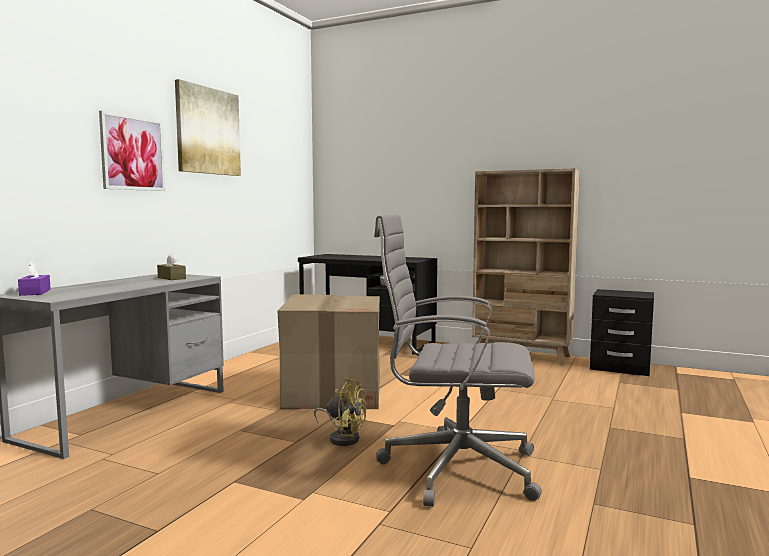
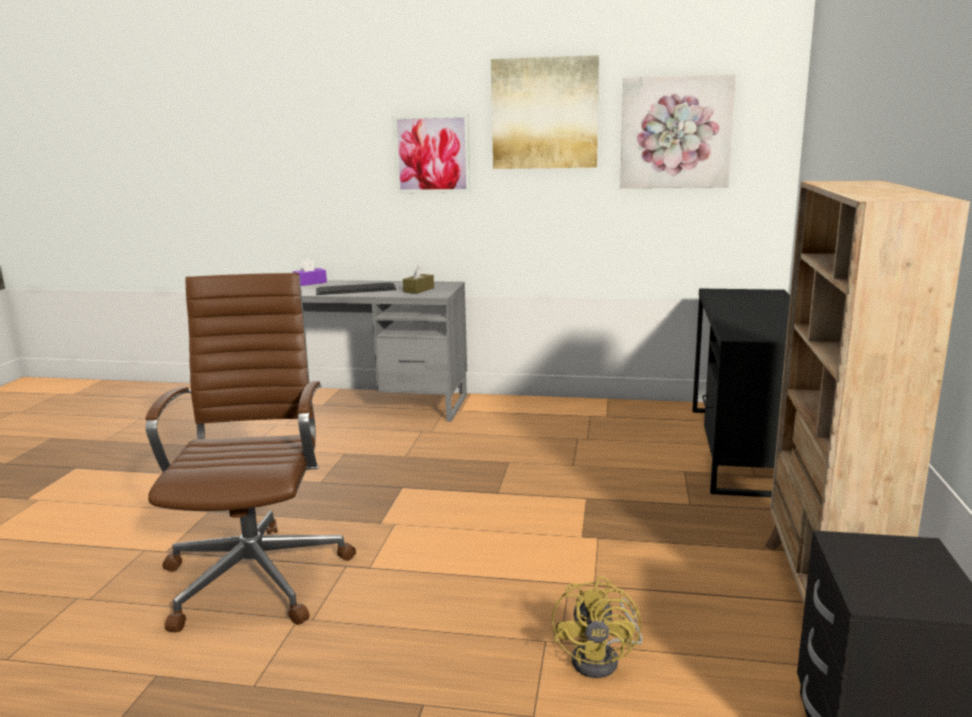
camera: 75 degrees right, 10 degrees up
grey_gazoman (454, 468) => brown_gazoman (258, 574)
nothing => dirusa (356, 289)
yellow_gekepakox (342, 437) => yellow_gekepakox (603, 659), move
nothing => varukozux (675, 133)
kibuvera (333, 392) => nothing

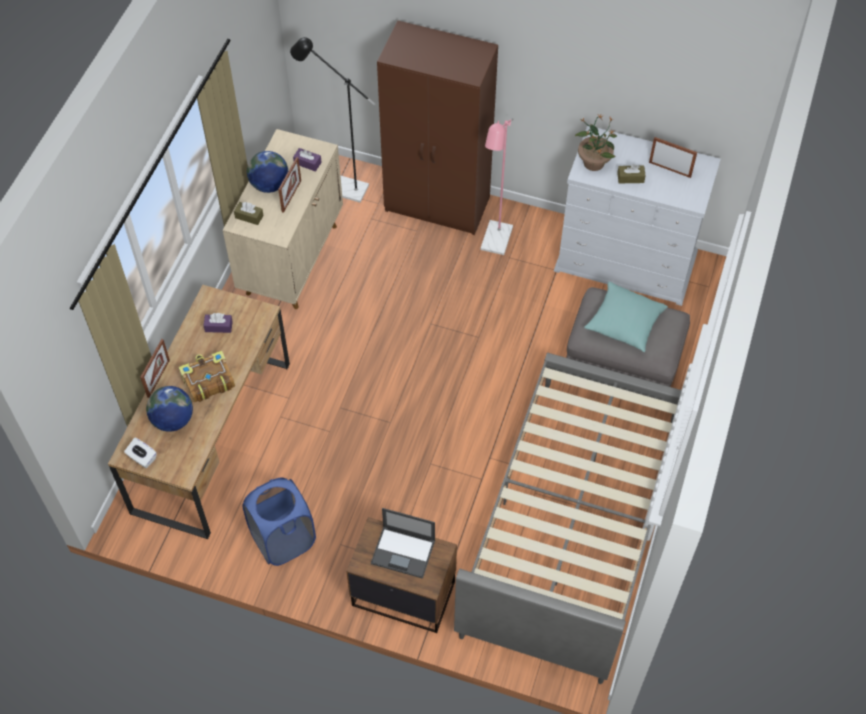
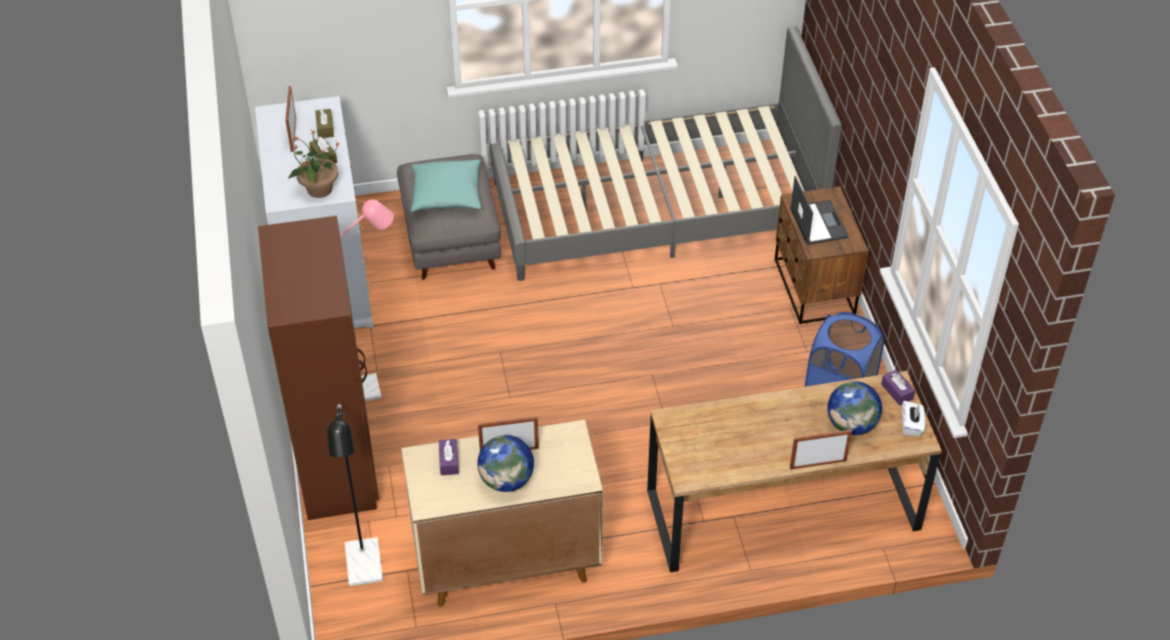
camera: 120 degrees left, 10 degrees down
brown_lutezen (249, 216) => brown_lutezen (325, 128), move
purple_lutezen (218, 326) => purple_lutezen (897, 391), move
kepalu (207, 381) => nothing

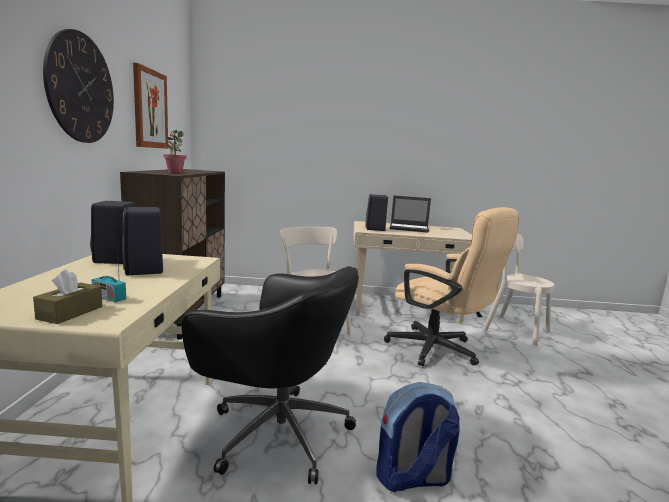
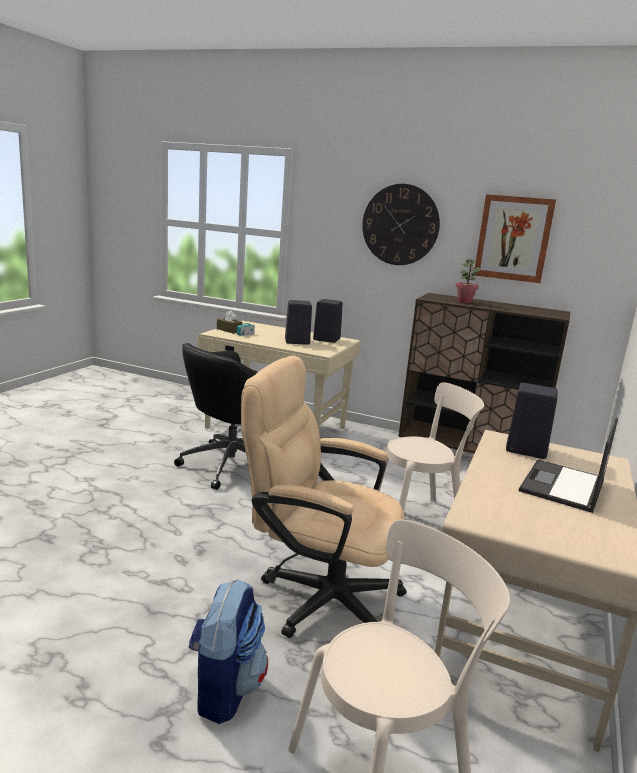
camera: 110 degrees right, 5 degrees up
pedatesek (412, 479) => pedatesek (224, 689), move
beige_gazoman (440, 351) => beige_gazoman (318, 596), 45 degrees clockwise

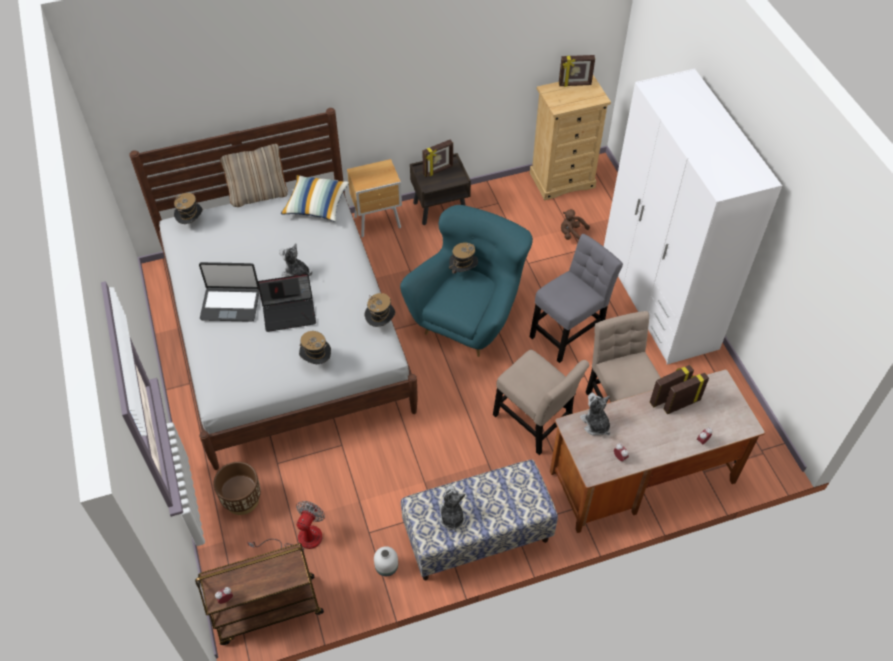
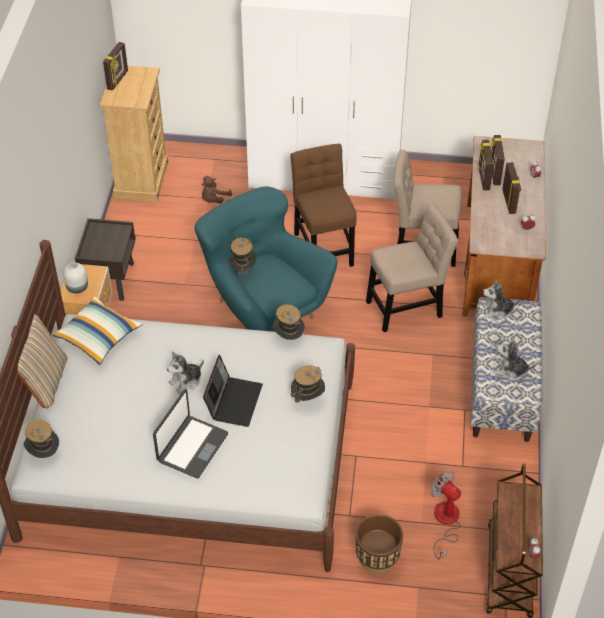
camera: 65 degrees left, 5 degrees down
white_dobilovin (387, 566) => white_dobilovin (77, 287), move
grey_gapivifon (569, 331) => brown_gapivifon (323, 246)
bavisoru (595, 424) => bavisoru (497, 311), move
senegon (438, 170) => senegon (509, 201), move

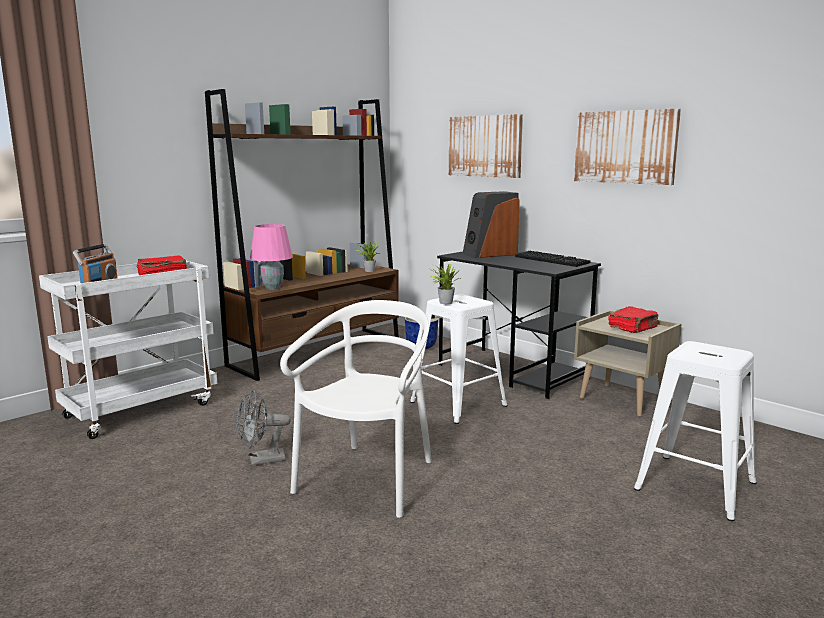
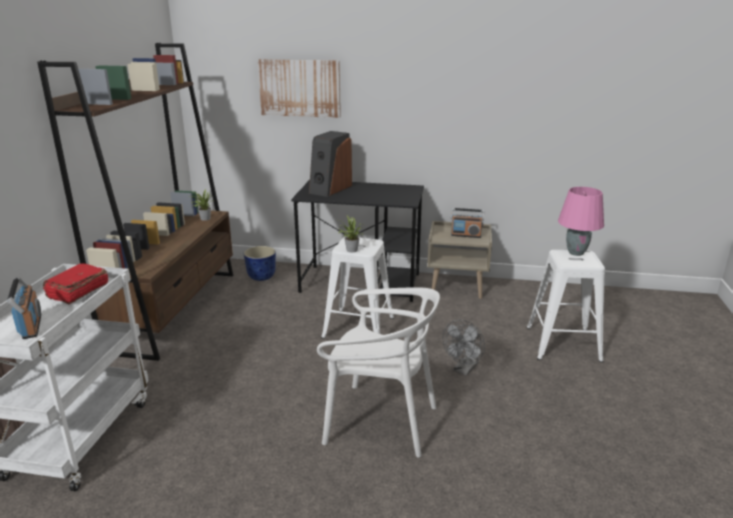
camera: 35 degrees left, 10 degrees up
white_gapivifon (368, 479) => white_gapivifon (380, 422), 120 degrees clockwise
grey_gekepakox (261, 460) => grey_gekepakox (463, 370), move
red_kepalu (633, 328) => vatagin (466, 235)
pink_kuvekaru (273, 288) => pink_kuvekaru (576, 252), move
dirusa (553, 260) => nothing
varukozux (625, 147) => nothing

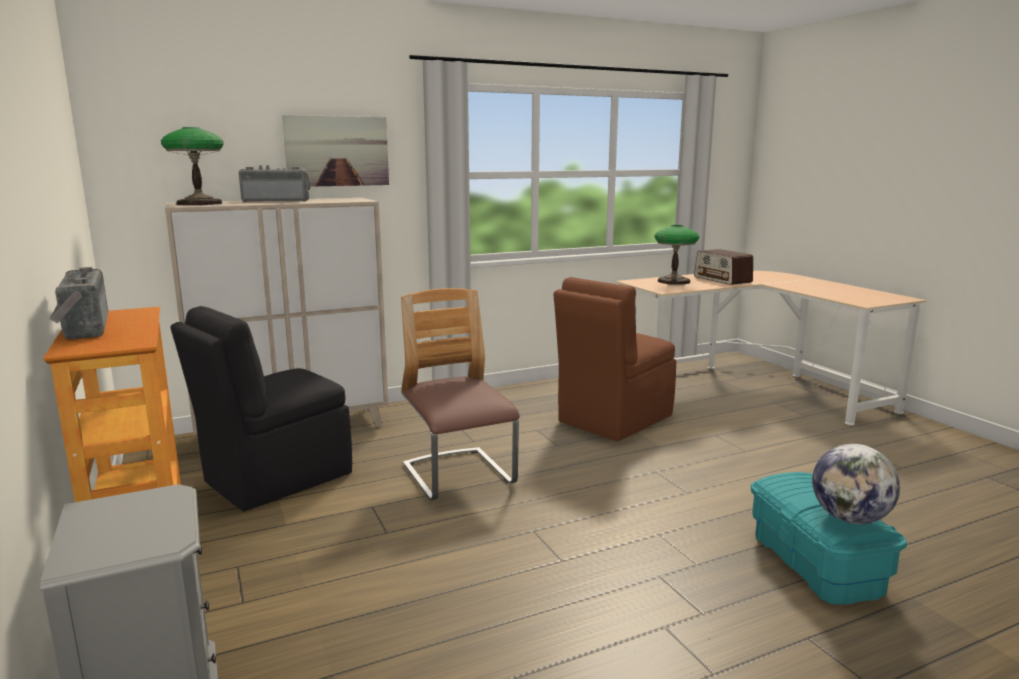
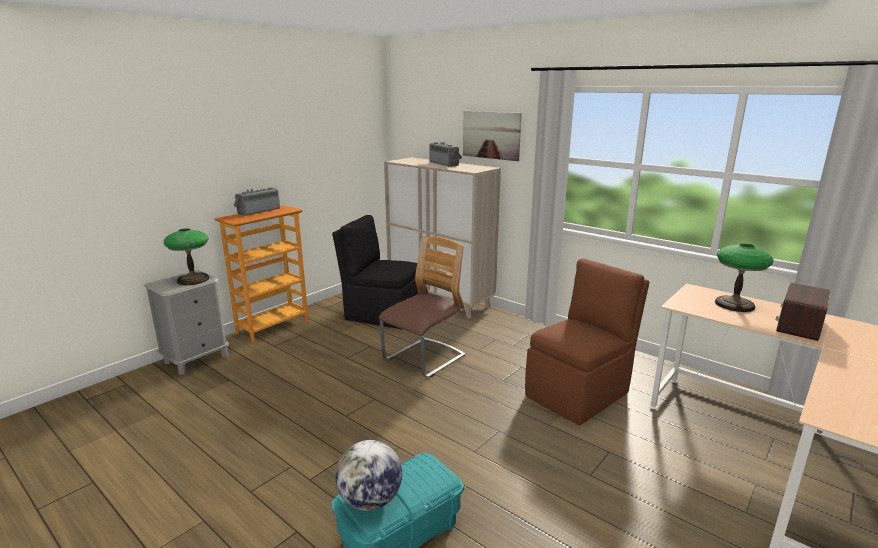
camera: 65 degrees right, 5 degrees up
kuvekaru (199, 203) => kuvekaru (193, 279), move
brown_gapivifon (613, 419) => brown_gapivifon (579, 393), 120 degrees clockwise

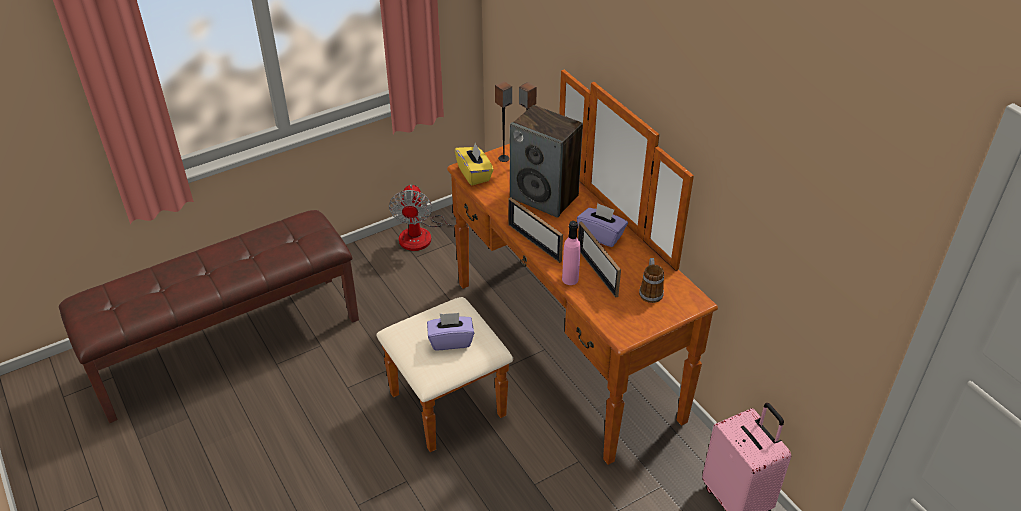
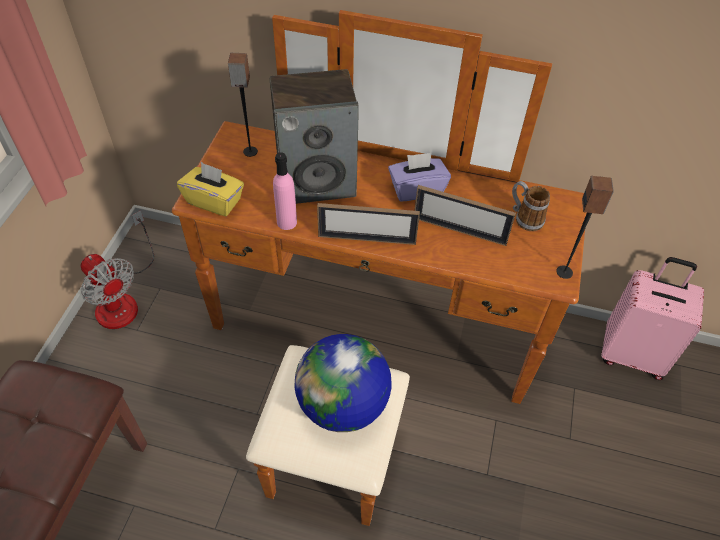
camera: 45 degrees left, 10 degrees up
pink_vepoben (570, 279) => pink_vepoben (287, 222), move
purple_lutezen (451, 341) => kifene (343, 405)
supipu (504, 158) => supipu (564, 272), move

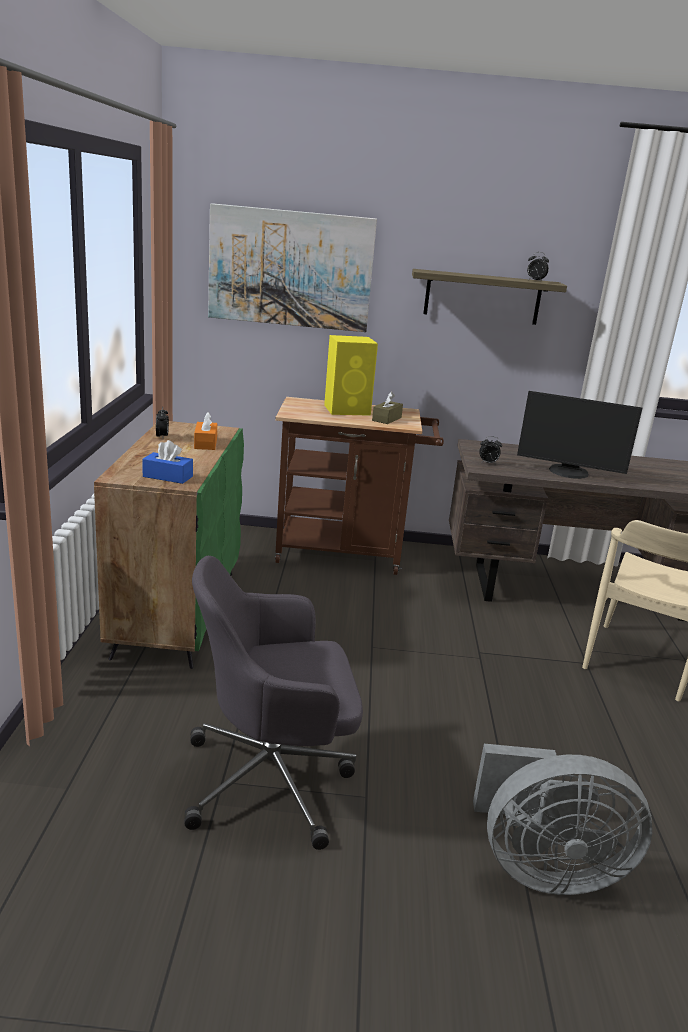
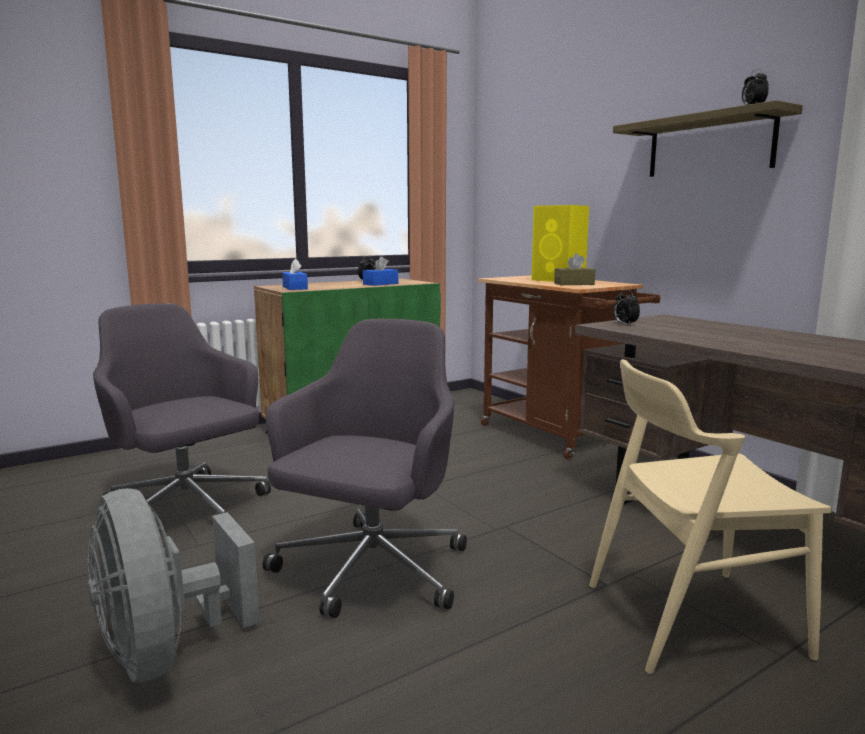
camera: 55 degrees right, 10 degrees down
nothing => grey_gazoman (370, 571)
orange_lutezen (205, 443) => blue_lutezen (380, 284)
varukozux (290, 268) => nothing
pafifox (568, 472) => nothing

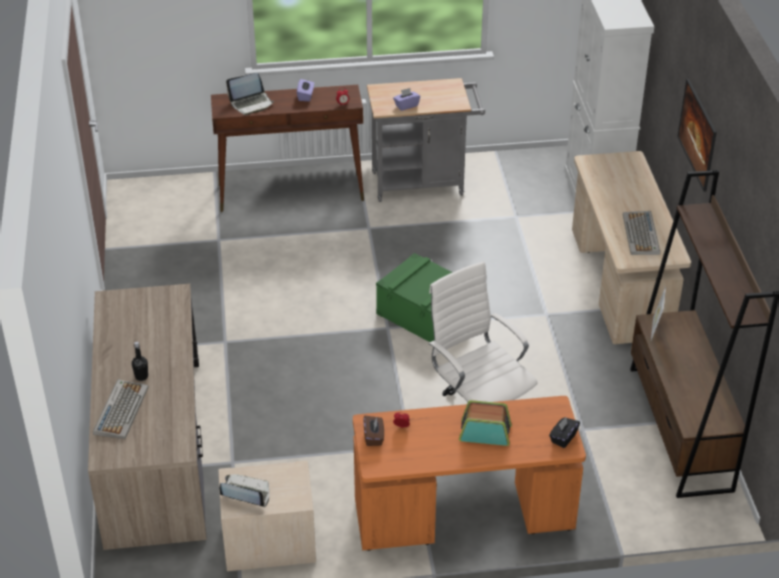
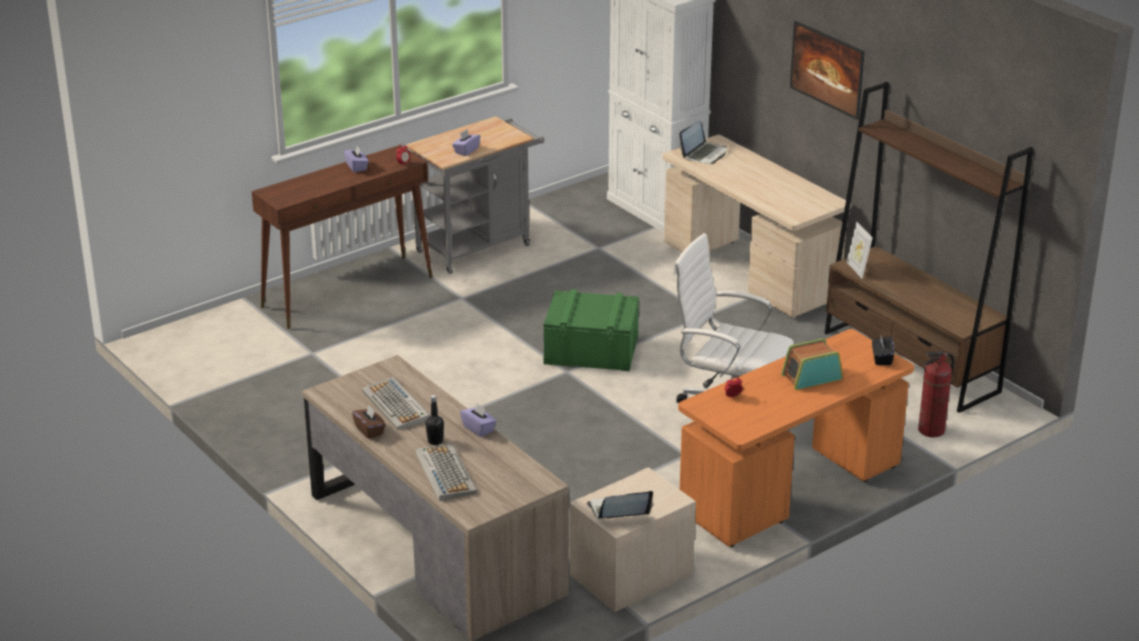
camera: 30 degrees left, 10 degrees down
brown_lutezen (374, 437) => brown_lutezen (369, 430), move
dirusa (641, 234) => dirusa (397, 405), move
nothing => purple_lutezen (479, 429)
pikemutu (251, 103) => pikemutu (704, 154), move
nothing => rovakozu (931, 430)

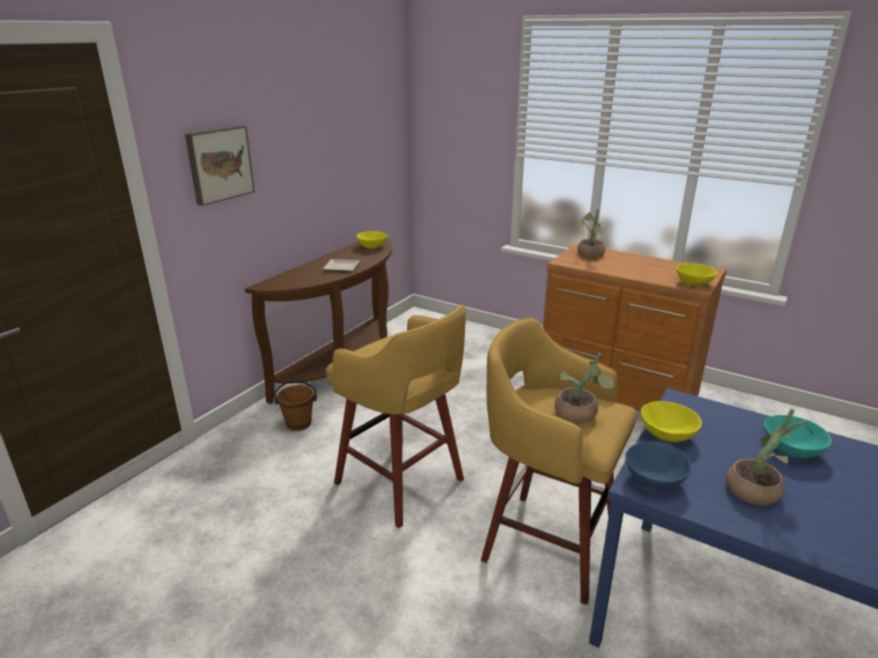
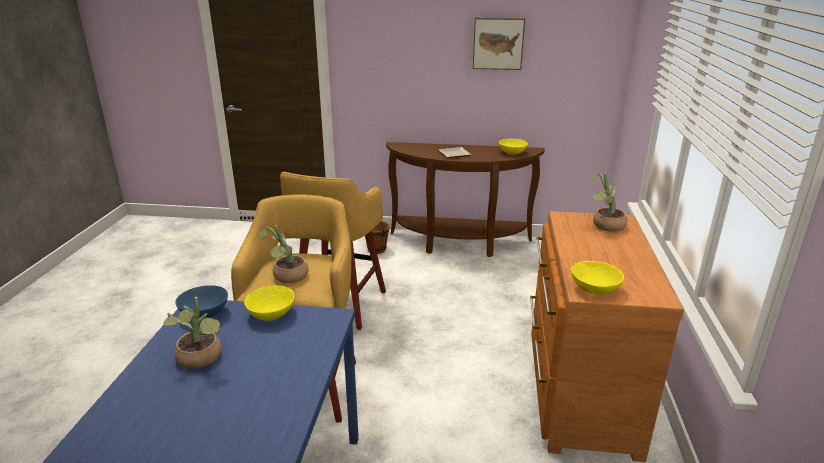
camera: 65 degrees right, 0 degrees up
varukozux (219, 164) => varukozux (498, 43), move
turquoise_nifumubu (791, 449) => nothing

